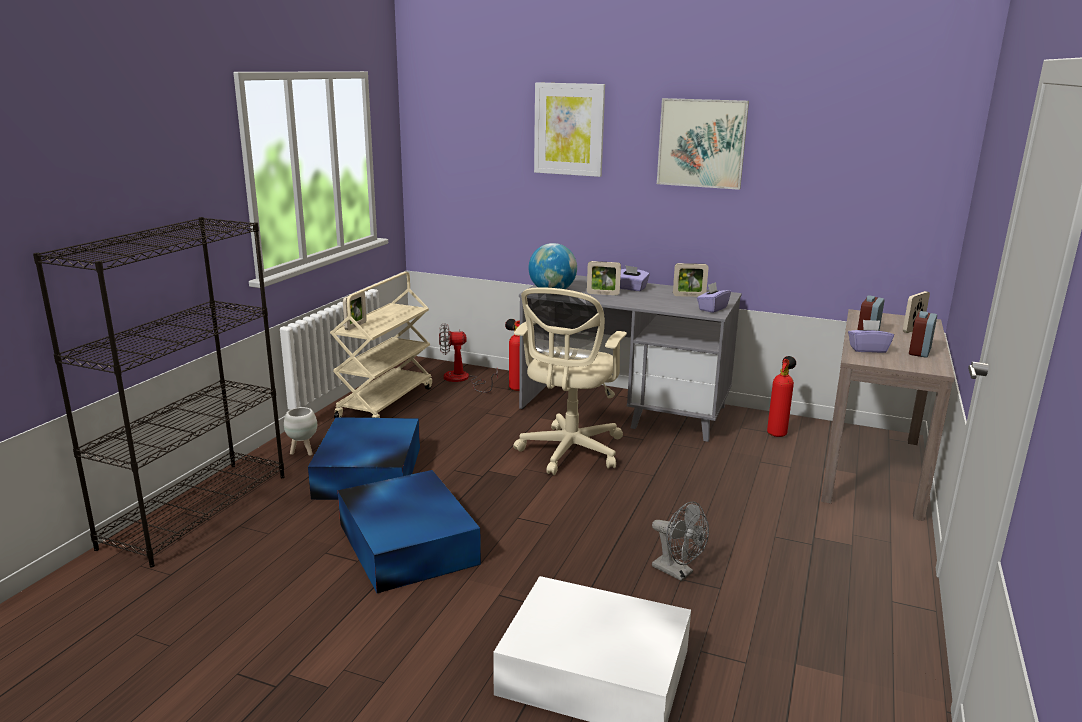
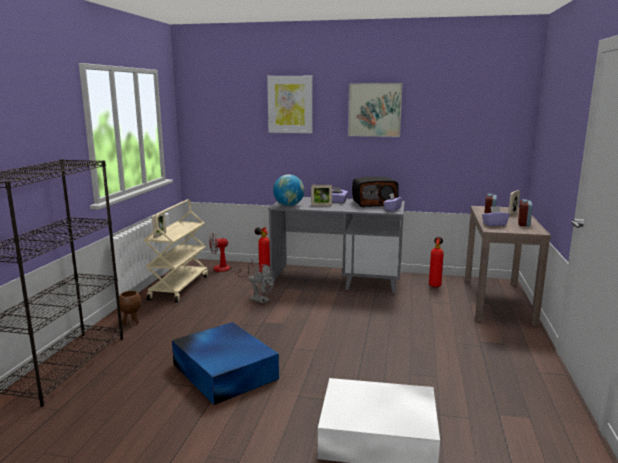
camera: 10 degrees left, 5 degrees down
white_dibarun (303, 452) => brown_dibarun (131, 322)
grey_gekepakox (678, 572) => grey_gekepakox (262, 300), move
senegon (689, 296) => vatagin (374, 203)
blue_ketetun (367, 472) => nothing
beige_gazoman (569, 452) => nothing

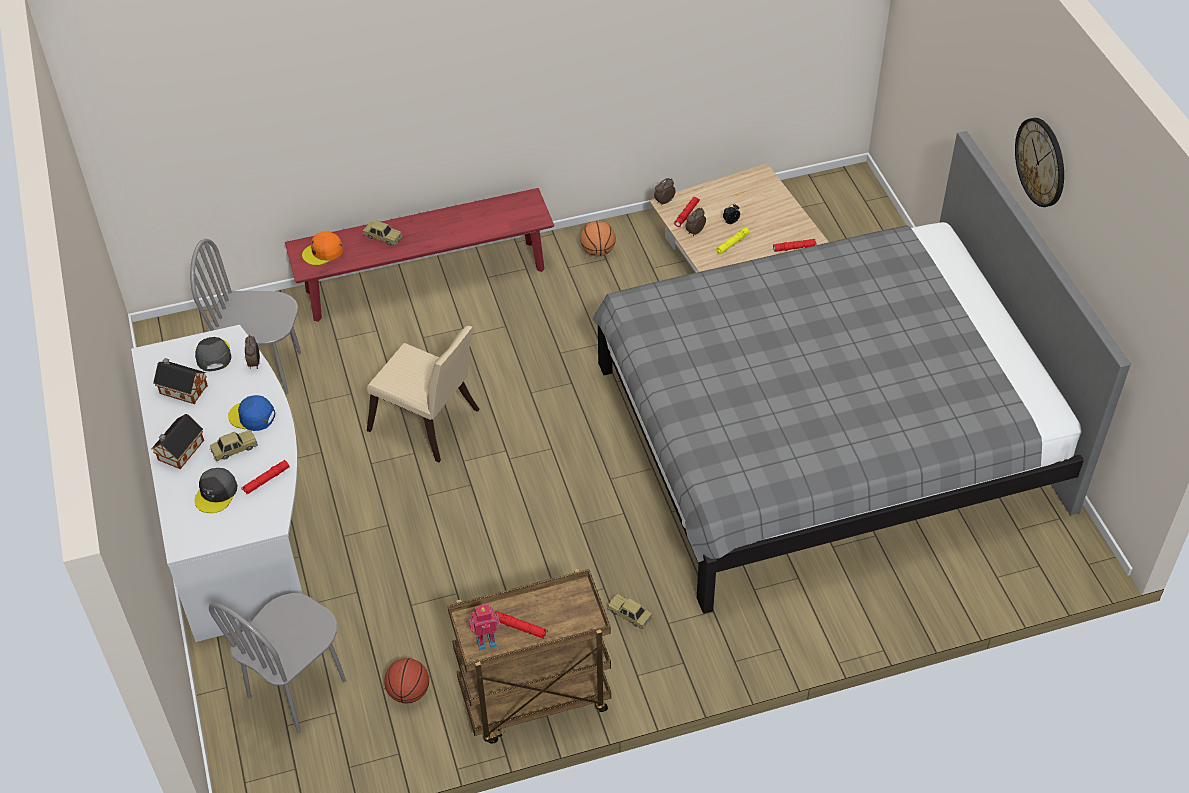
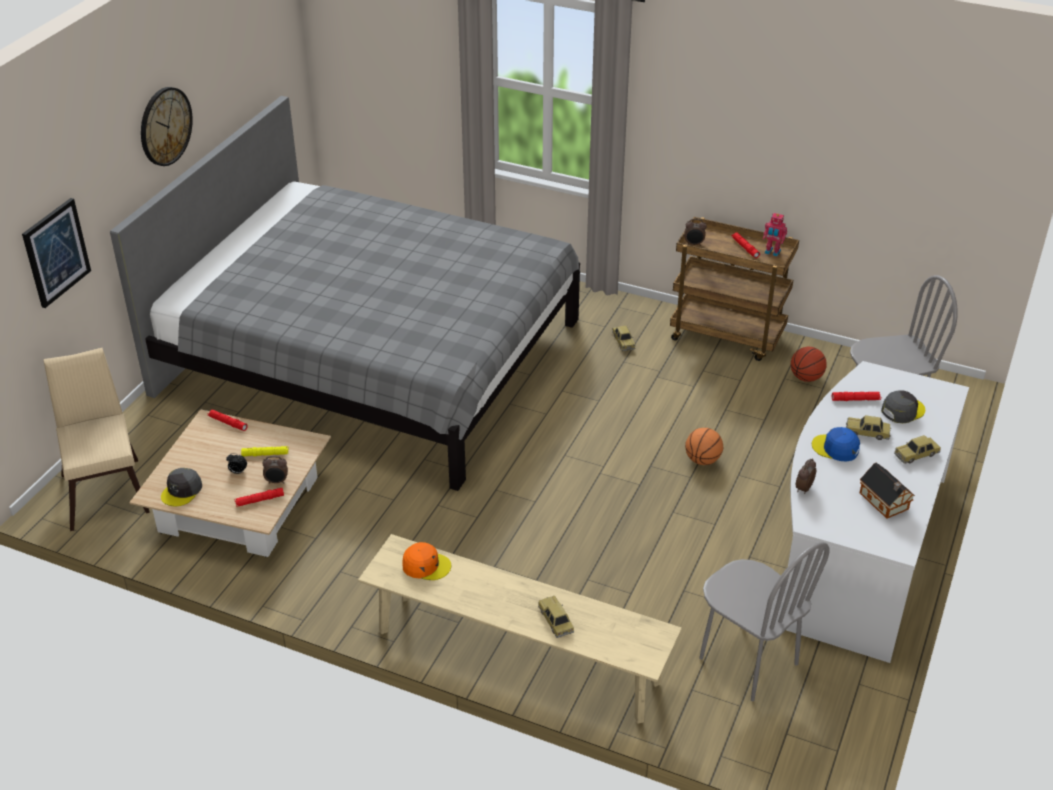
camera: 140 degrees left, 10 degrees down
nothing => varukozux (56, 252)
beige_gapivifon (429, 424) => beige_gapivifon (106, 488), move
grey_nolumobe (213, 355) => grey_nolumobe (182, 491), move
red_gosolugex (425, 280) => beige_gosolugex (517, 657)
orange_nolumobe (323, 252) => orange_nolumobe (426, 565), move
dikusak (664, 201) => dikusak (694, 244), move
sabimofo (598, 251) => sabimofo (702, 460), move
blue_nolumobe (252, 416) => blue_nolumobe (835, 448), 150 degrees clockwise
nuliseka (179, 451) => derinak (916, 454)

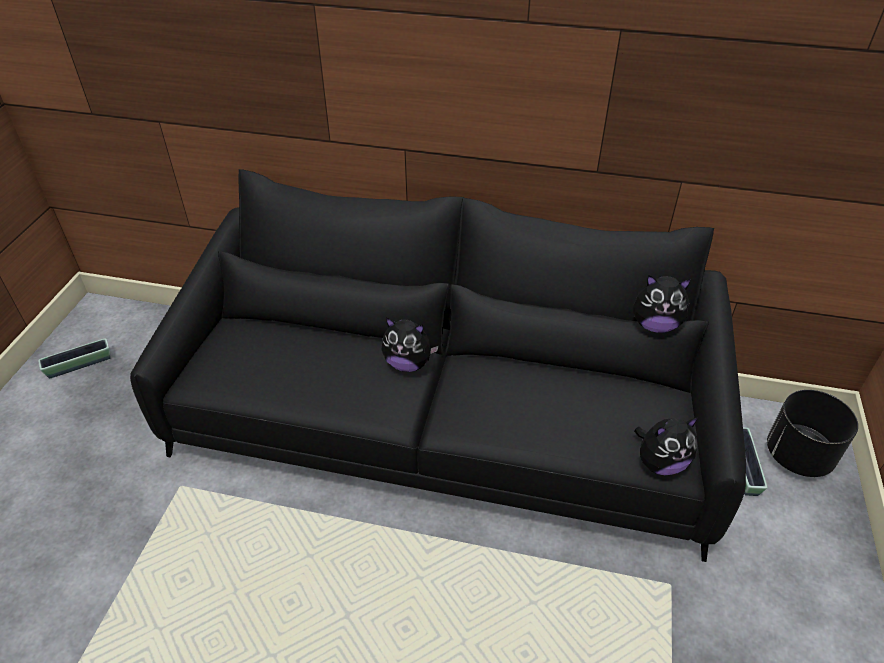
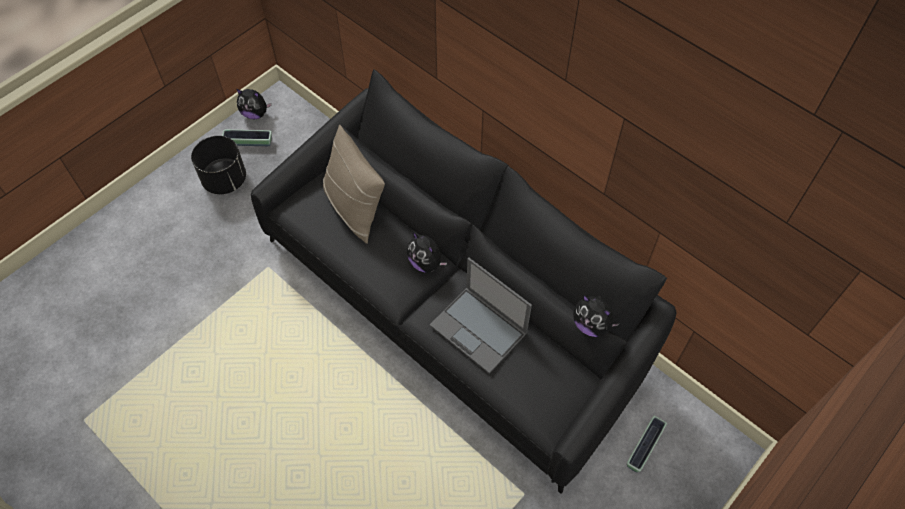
camera: 30 degrees right, 15 degrees up
black_dibarun (797, 455) => black_dibarun (225, 180), move
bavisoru (660, 463) => bavisoru (255, 114), move
nothing => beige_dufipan (354, 208)
nothing => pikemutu (479, 329)

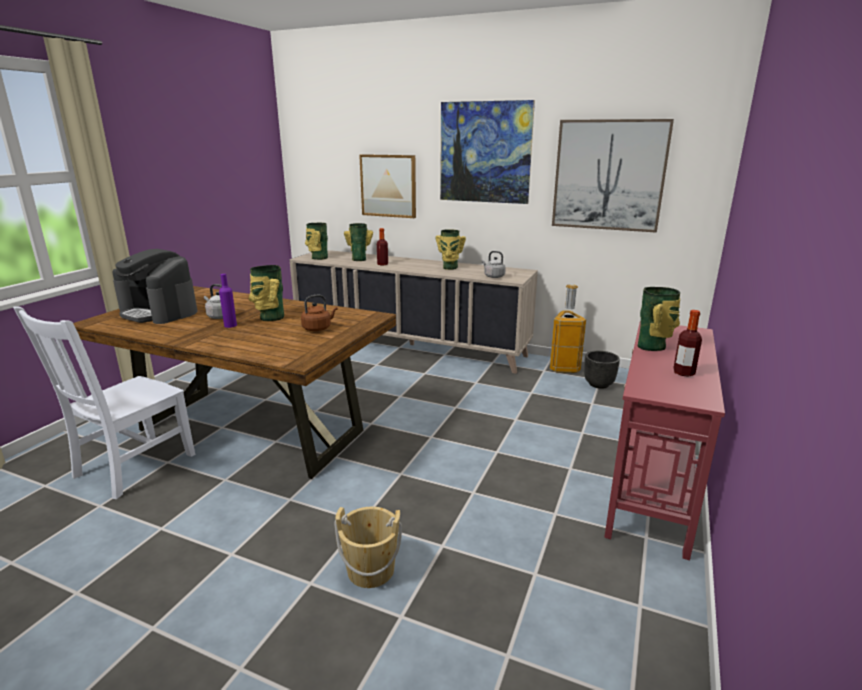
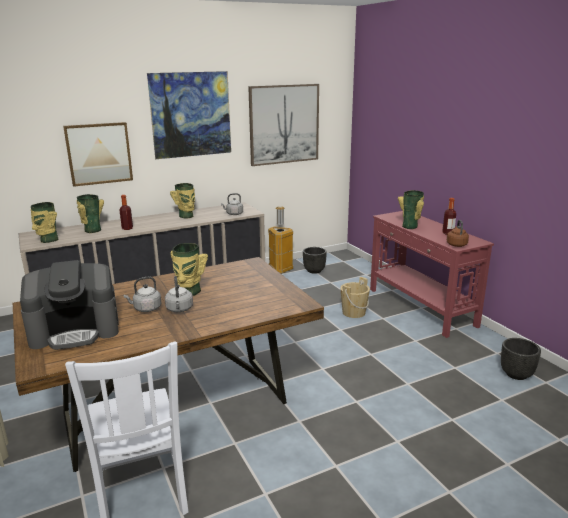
camera: 50 degrees left, 0 degrees up
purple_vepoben (230, 325) => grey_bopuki (179, 309)
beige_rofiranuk (370, 570) => beige_rofiranuk (353, 312), move
brown_bopuki (318, 328) => brown_bopuki (456, 244), move
nothing => black_dibarun (517, 374)

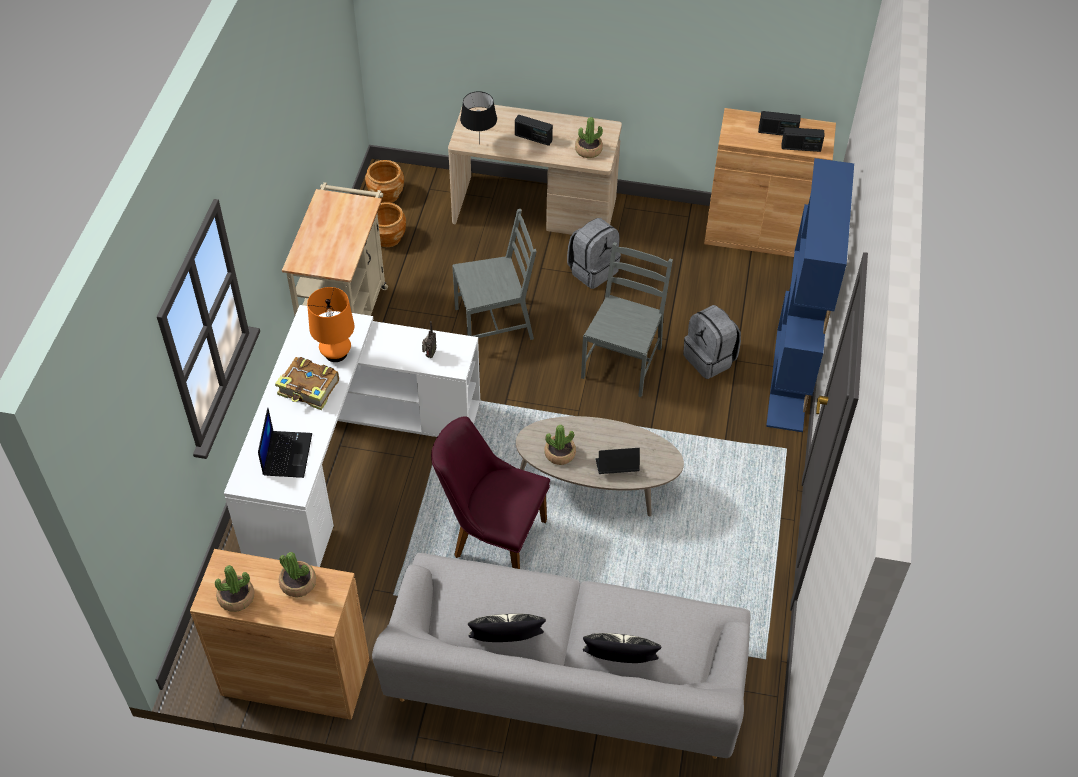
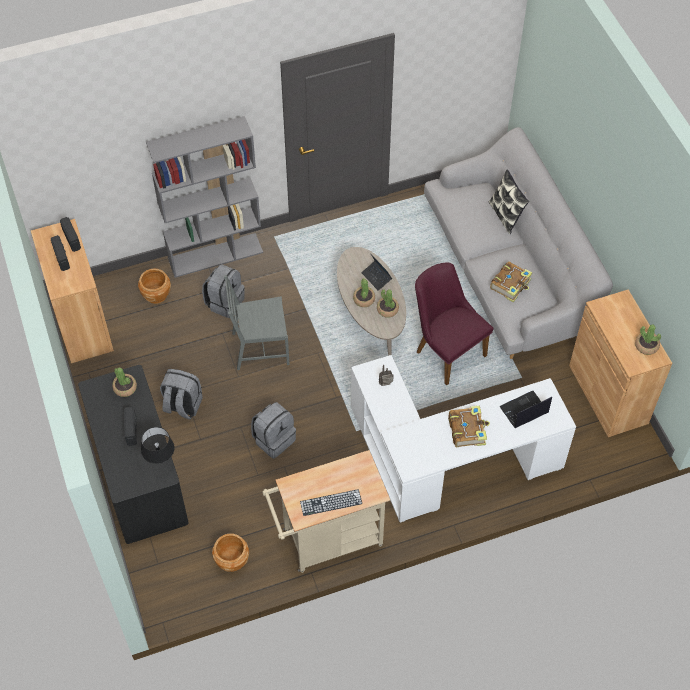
camera: 120 degrees left, 5 degrees up
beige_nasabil (534, 209) => black_nasabil (139, 475)
brown_dibarun (386, 195) => brown_dibarun (156, 295), move
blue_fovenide (790, 380) => grey_fovenide (215, 255)
grey_gapivifon (494, 323) => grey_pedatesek (274, 439)
nothing => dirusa (331, 502)
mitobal (298, 583) => mitobal (364, 299), move
purple_gapivifon (491, 537) => purple_gapivifon (445, 350), 150 degrees clockwise
nothing => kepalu (511, 285)
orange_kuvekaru (336, 353) => nothing
dufipan (506, 645) => nothing

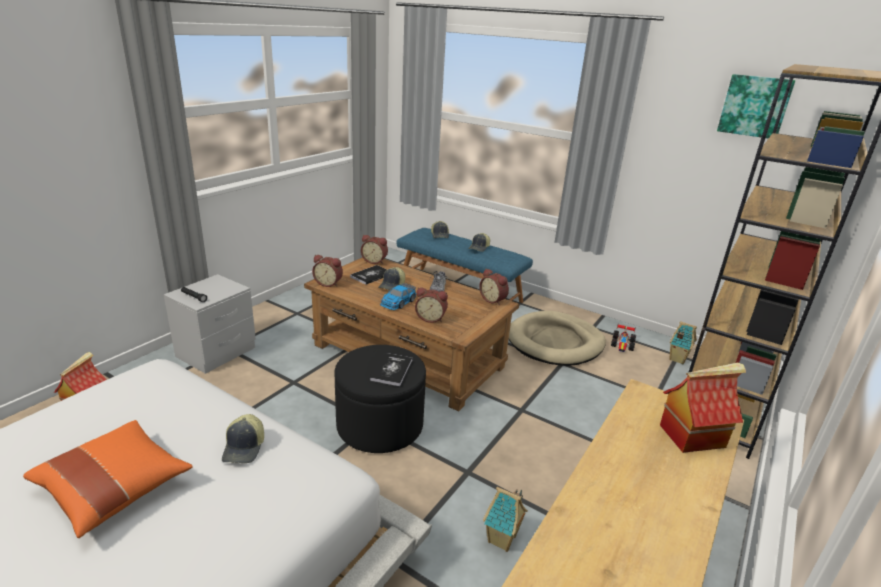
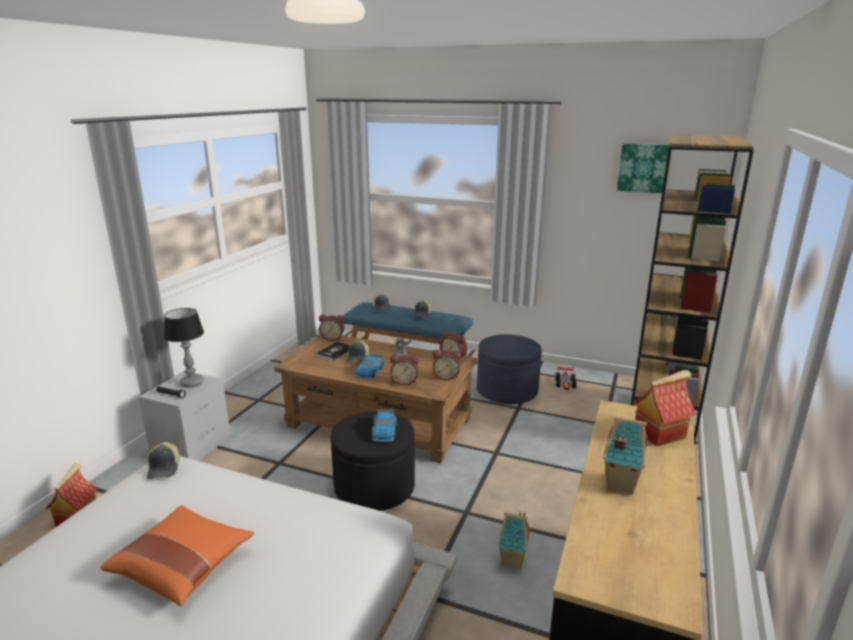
camera: 10 degrees left, 5 degrees down
nolumobe (245, 447) => nolumobe (165, 468), move
nothing => kuvekaru (192, 383)
kepalu (391, 370) => derinak (384, 431)
dikusak (328, 283) => dikusak (446, 376), move
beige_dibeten (555, 342) => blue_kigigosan (507, 390)
nuliseka (677, 359) => nuliseka (619, 484), move

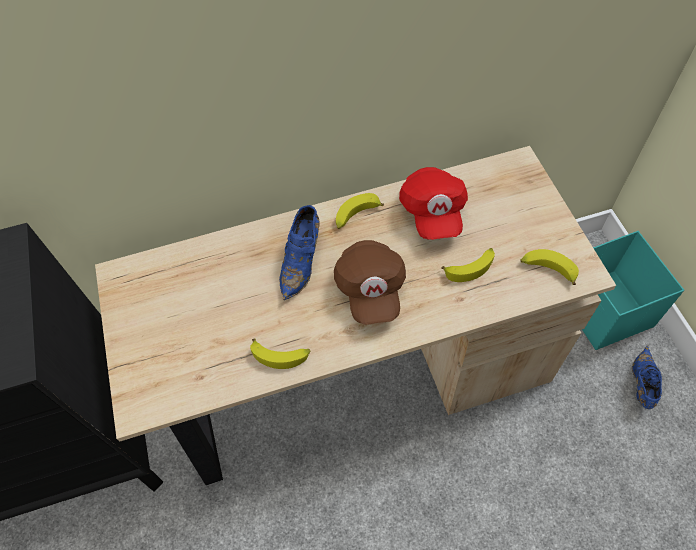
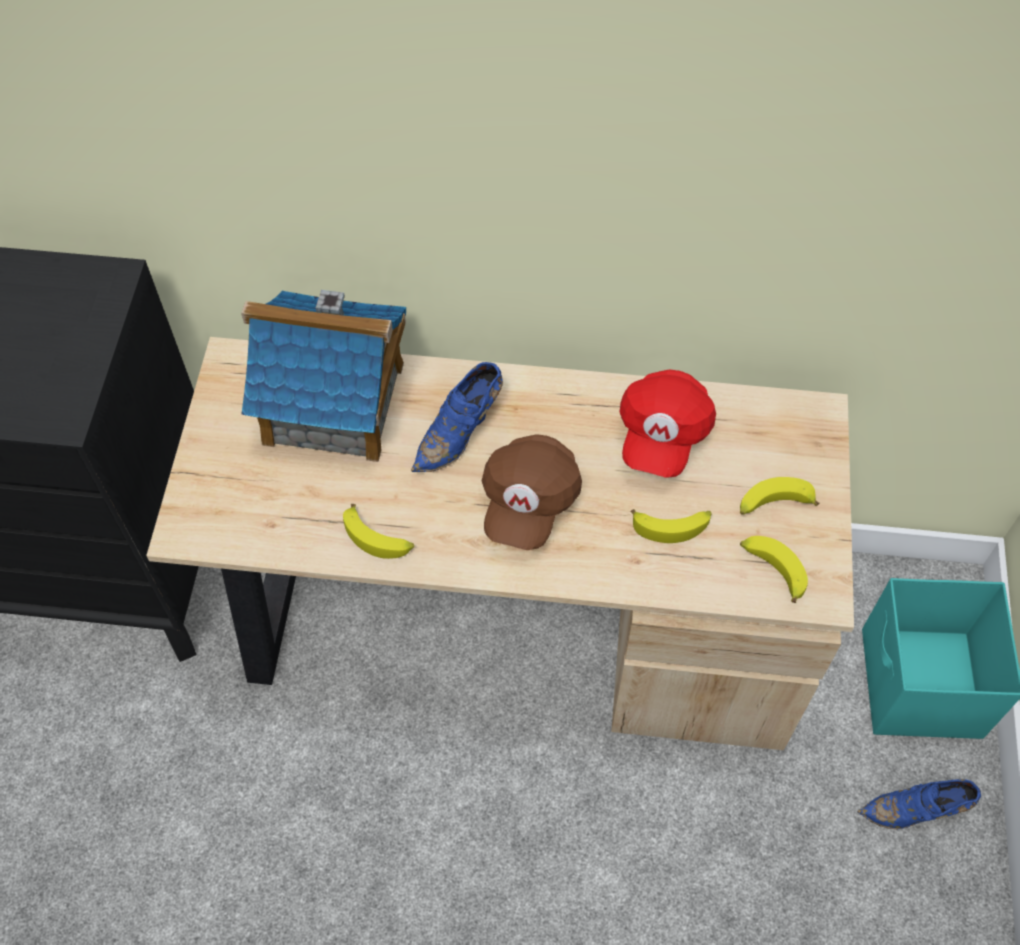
camera: 20 degrees right, 0 degrees up
nothing => nuliseka (335, 404)
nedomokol (356, 216) => nedomokol (773, 505), move
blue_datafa (641, 384) => blue_datafa (916, 811), 135 degrees counterclockwise

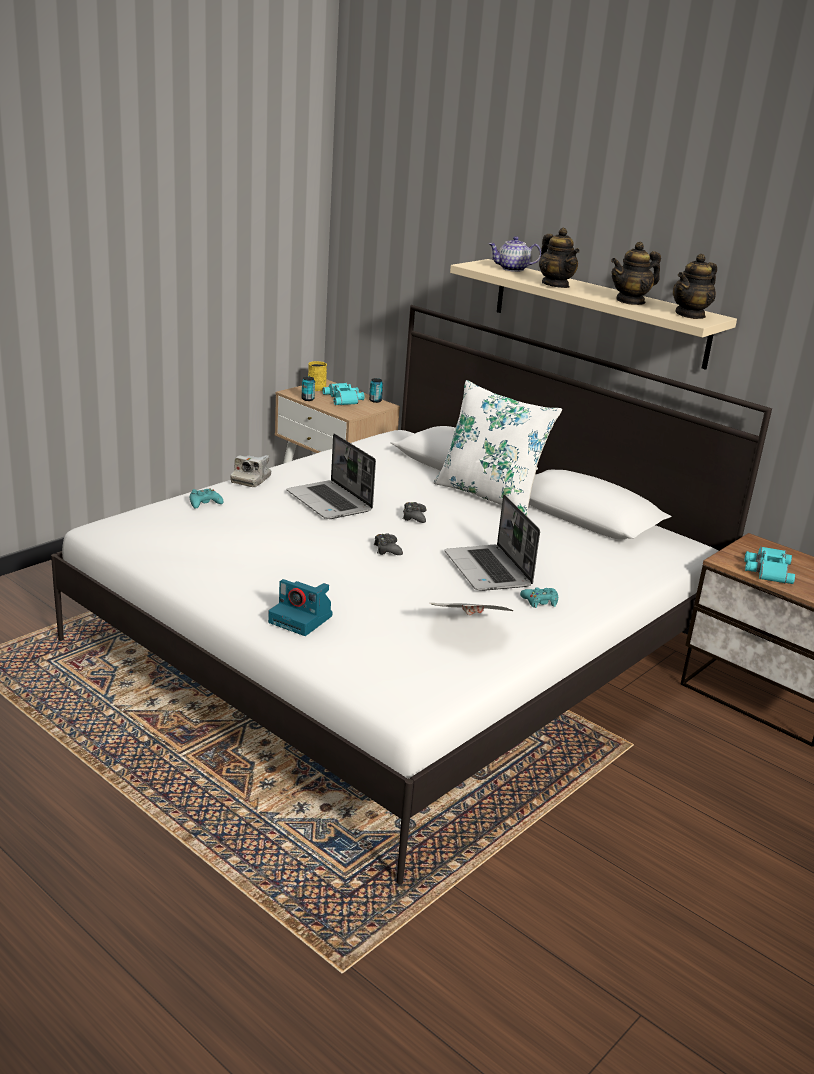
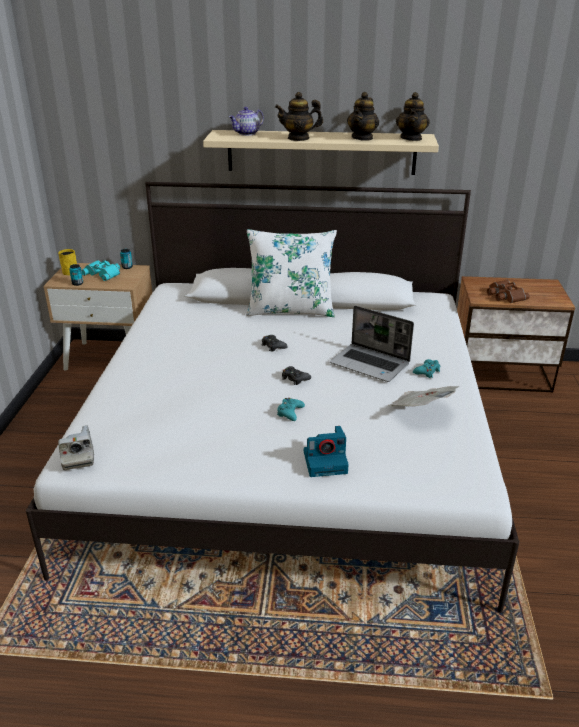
camera: 35 degrees left, 5 degrees up
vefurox (251, 479) => vefurox (78, 456), move
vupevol (555, 285) => vupevol (298, 138), 150 degrees clockwise
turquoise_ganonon (204, 503) => turquoise_ganonon (290, 412), move
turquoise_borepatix (767, 570) => brown_borepatix (504, 295)
pikemutu (330, 502) => nothing

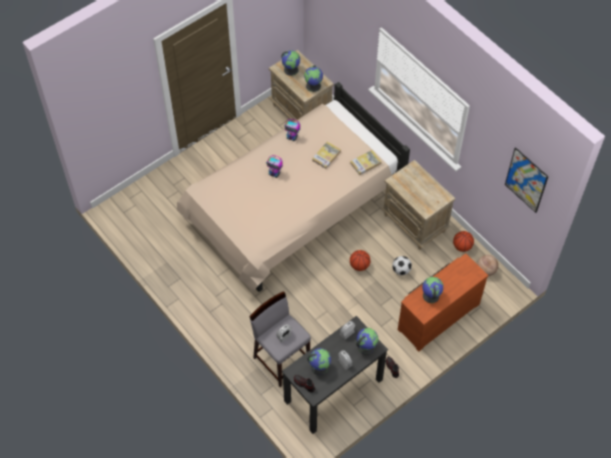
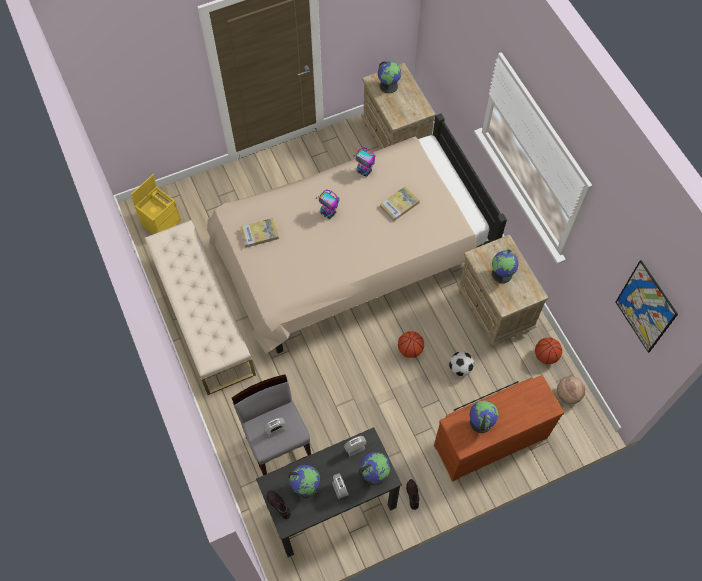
camera: 15 degrees right, 5 degrees up
nothing => yellow_ketetun (161, 222)
nothing => beige_gosolugex (203, 317)
kepalu (365, 163) => kepalu (259, 234), move
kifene (313, 86) => kifene (502, 274), move

